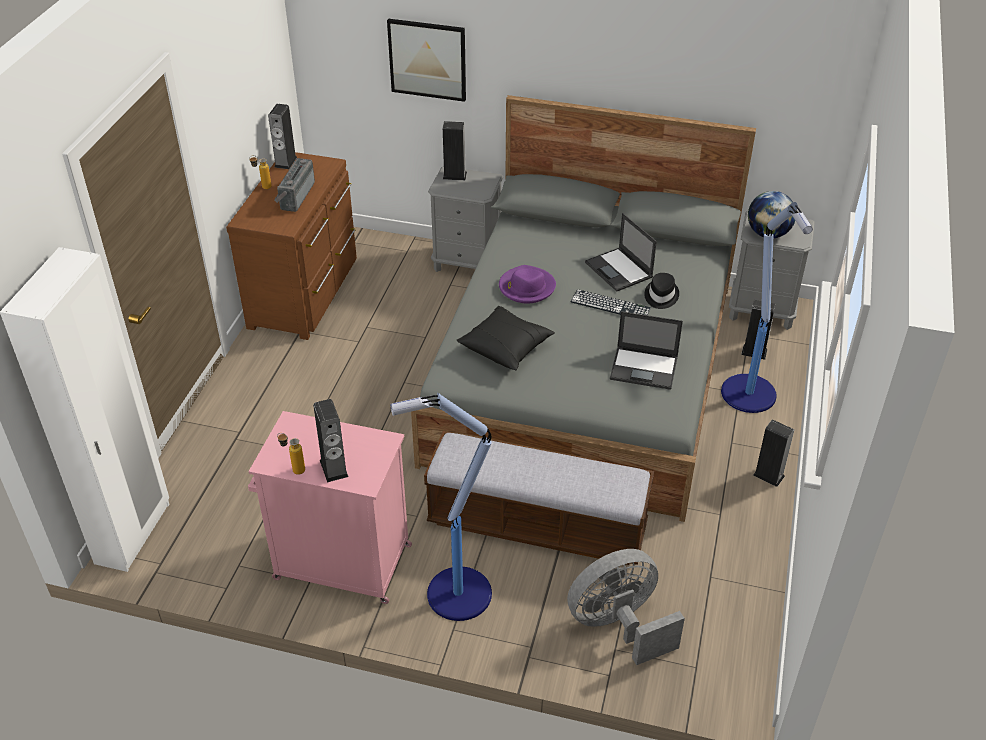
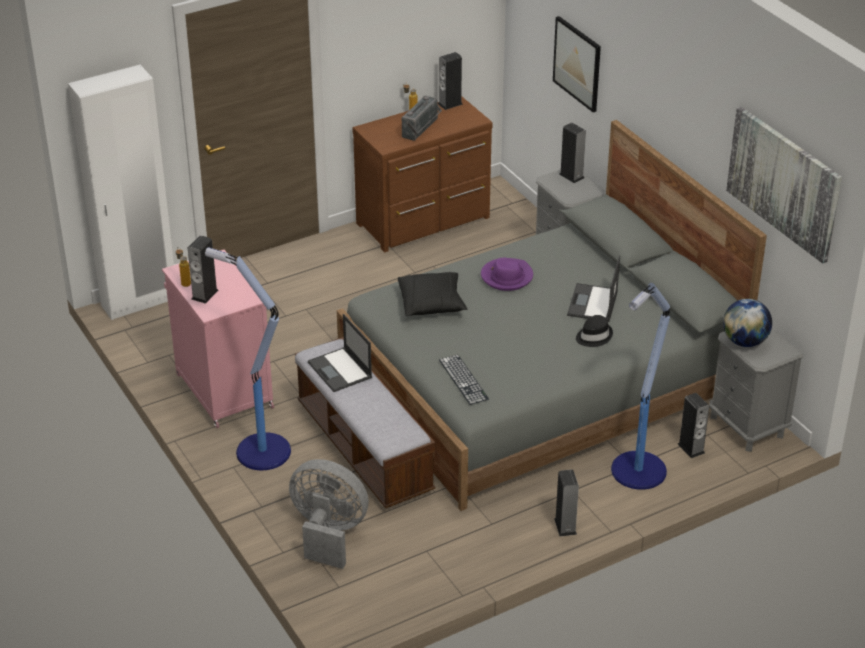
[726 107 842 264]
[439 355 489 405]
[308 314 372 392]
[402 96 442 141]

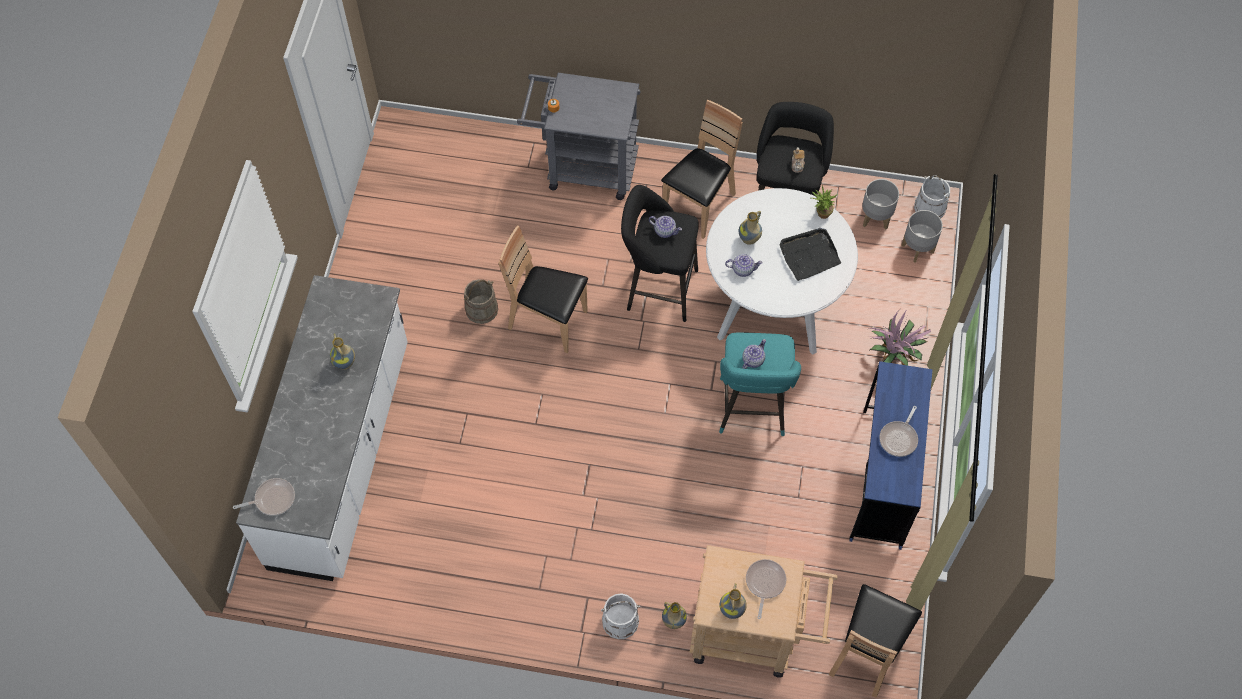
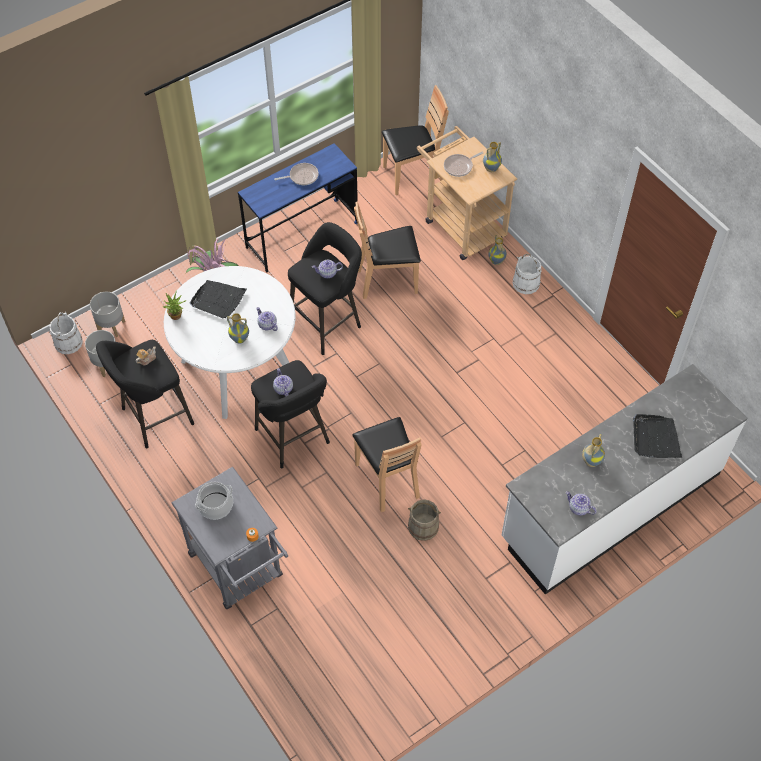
[233 478 295 516] (first image)
[195 482 233 520]
[566 491 596 515]
[633 414 682 458]
[354 202 421 299]
[288 222 362 355]

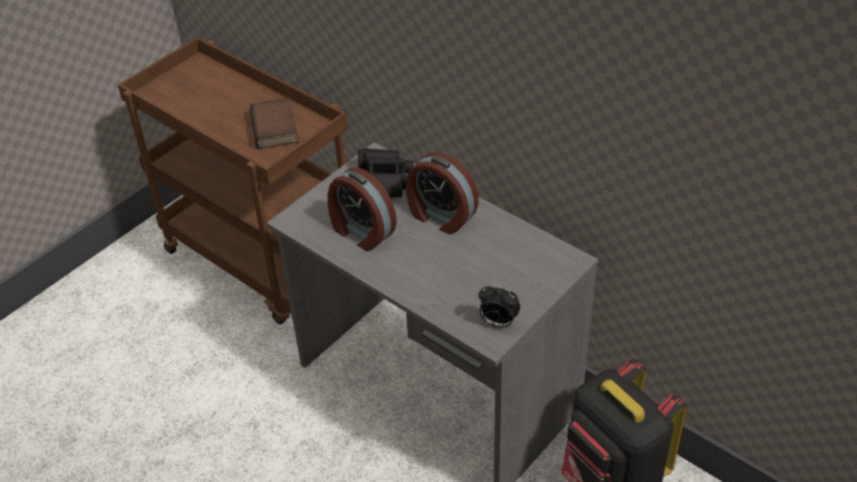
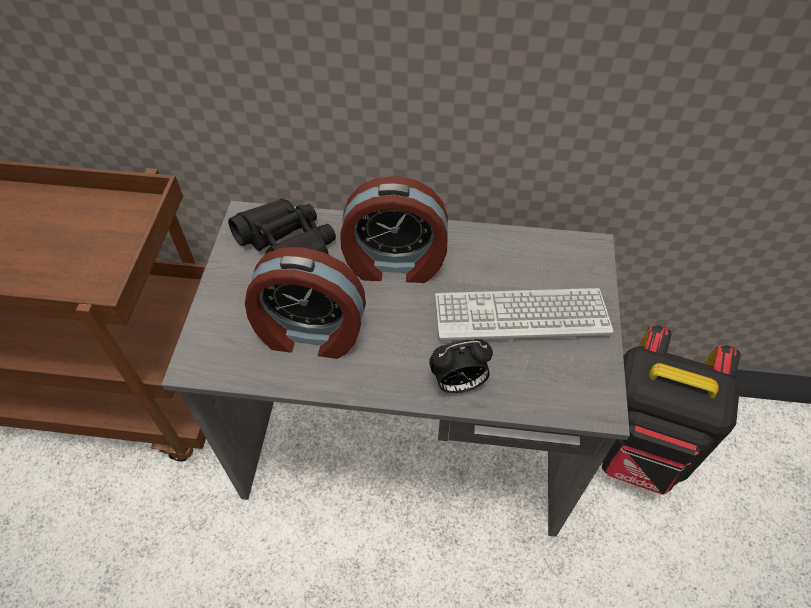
[250 98 299 149] (first image)
[435 288 613 341]
[429 339 493 393]

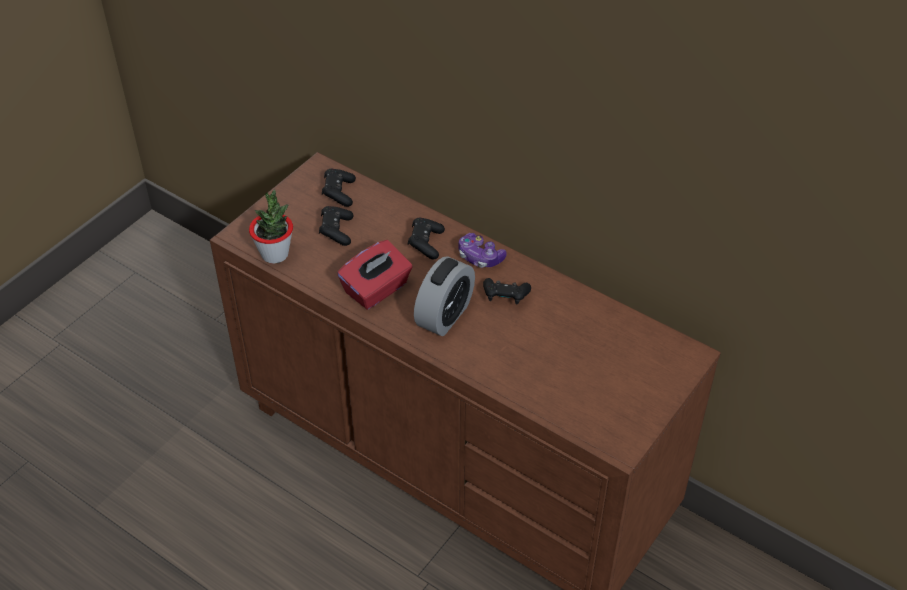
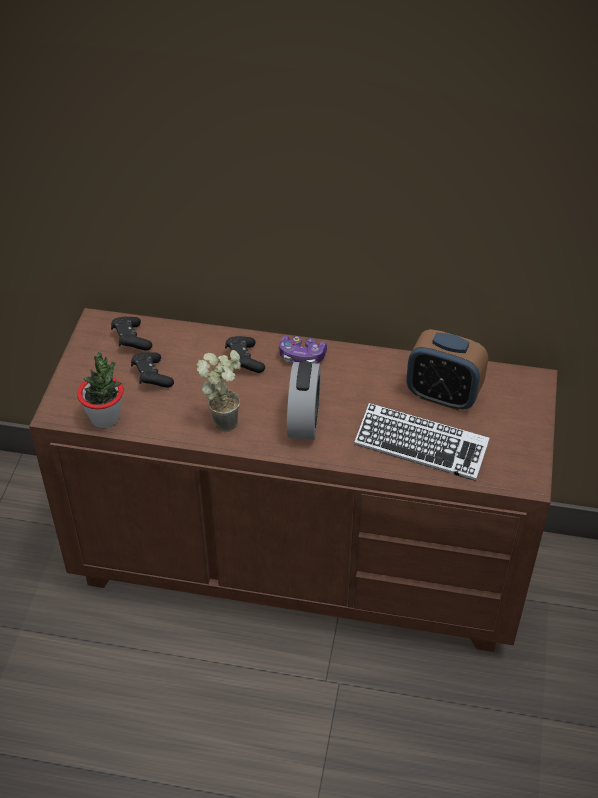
[483 278 531 305] (first image)
[354 403 490 481]
[406 329 488 410]
[197 350 241 432]

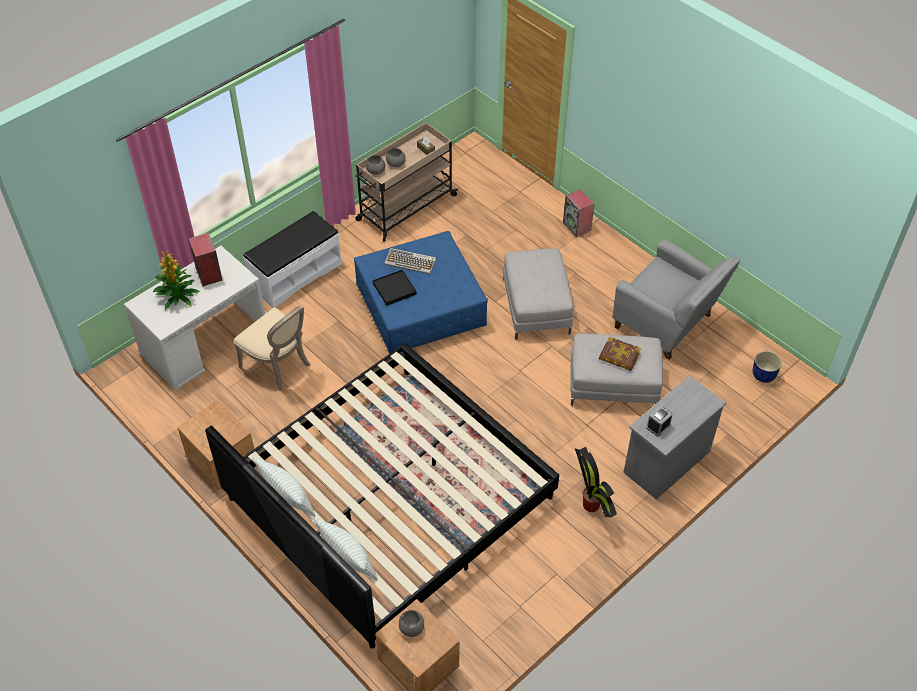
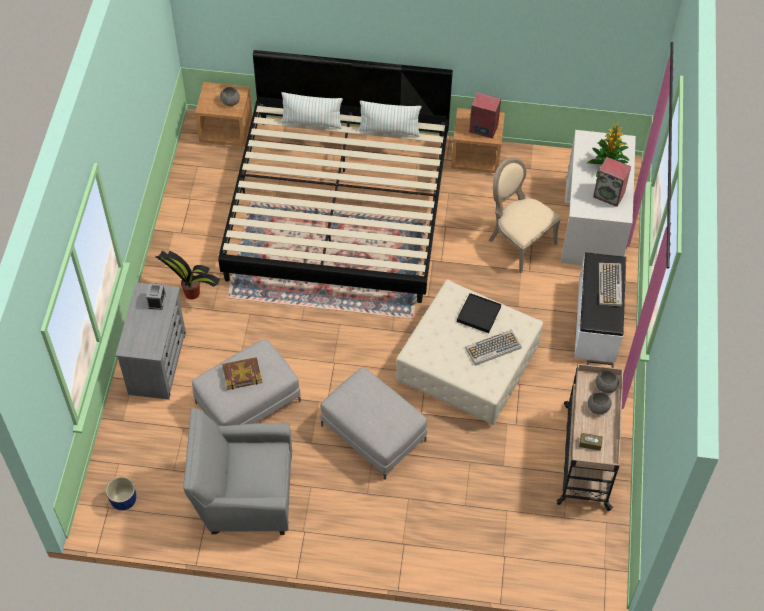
[599 263 622 307]
[469 92 501 139]
[396 279 543 425]
[489 158 561 273]

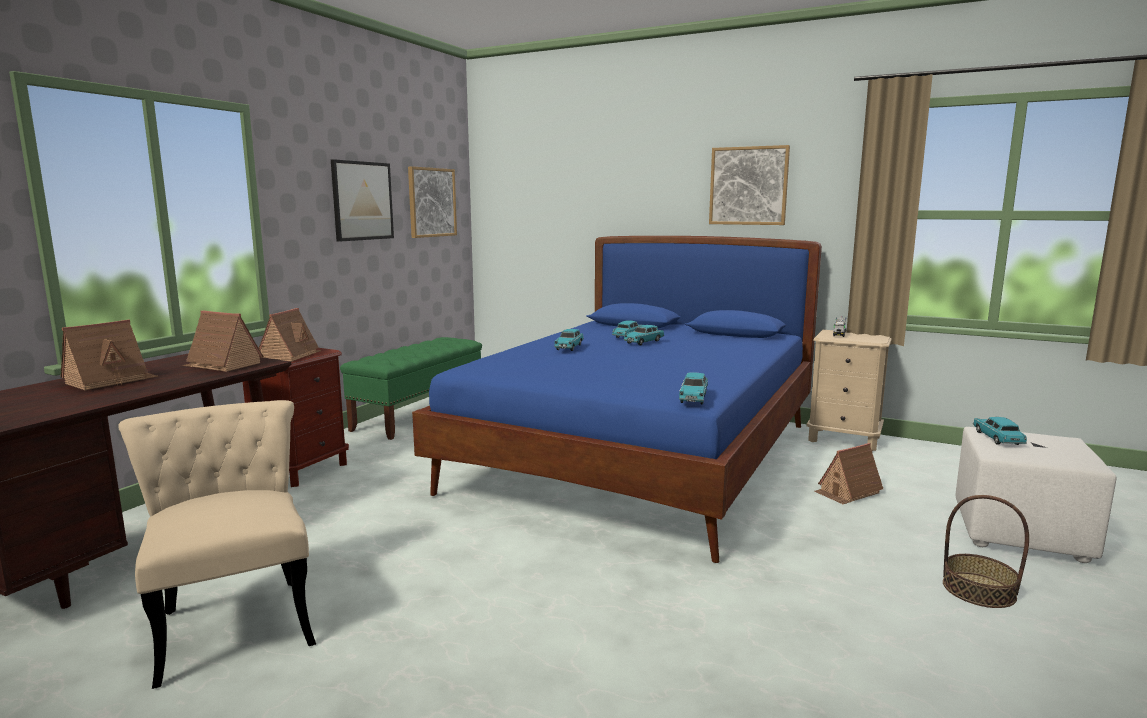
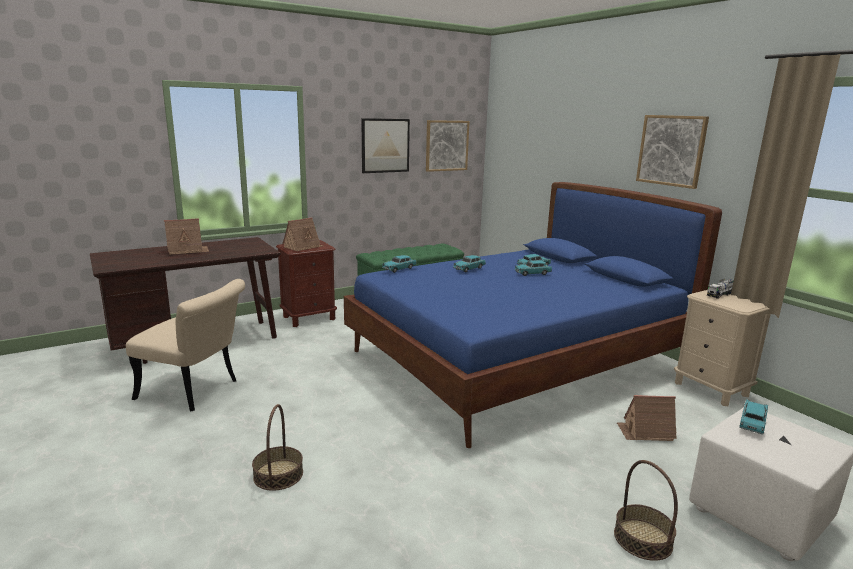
[183 310 264 372] (first image)
[252 404 303 491]
[382 255 417 273]
[126 279 245 411]

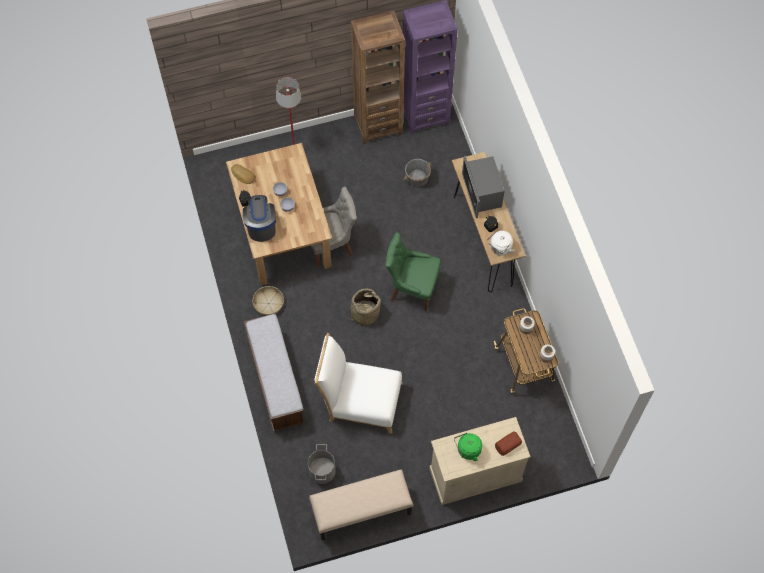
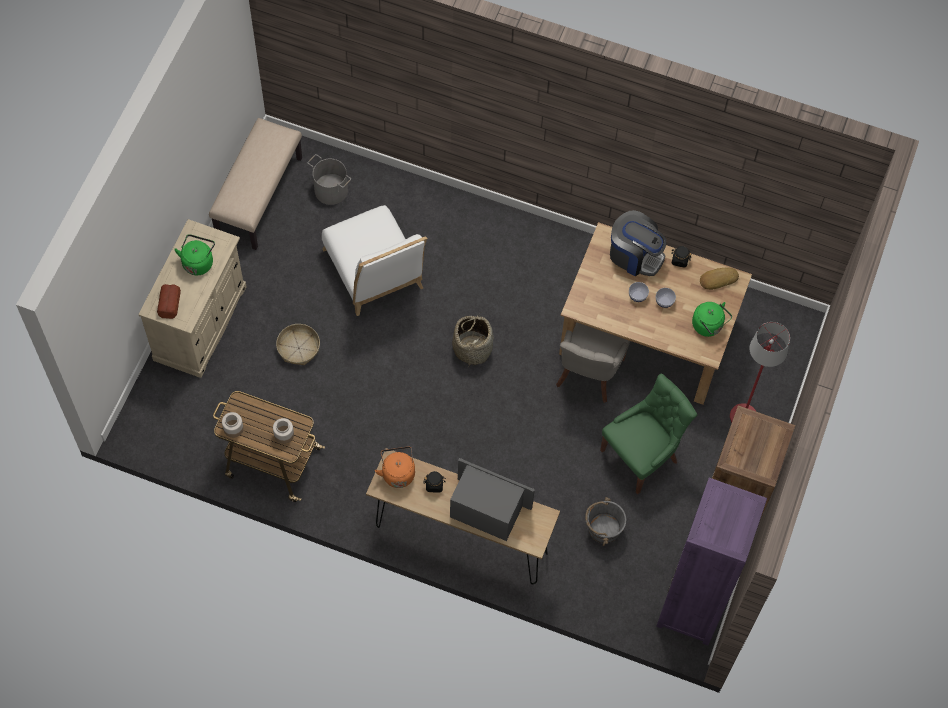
[244 313 305 431] (first image)
[692 302 732 337]
[276 324 320 365]
[600 373 697 494]
[375 447 415 488]
[322 205 427 316]

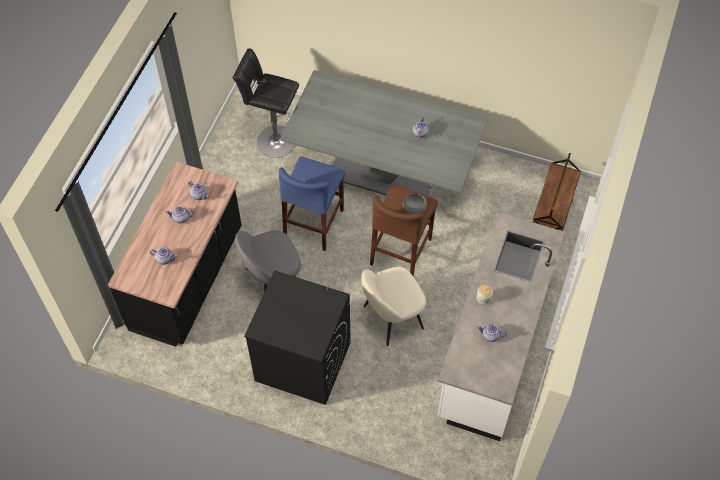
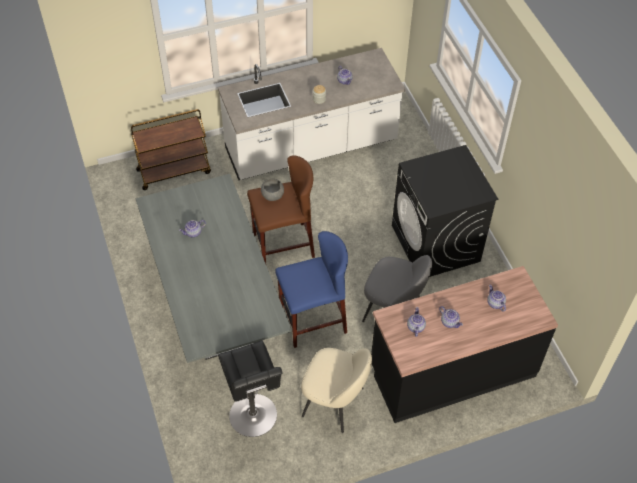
[301 348 372 433]

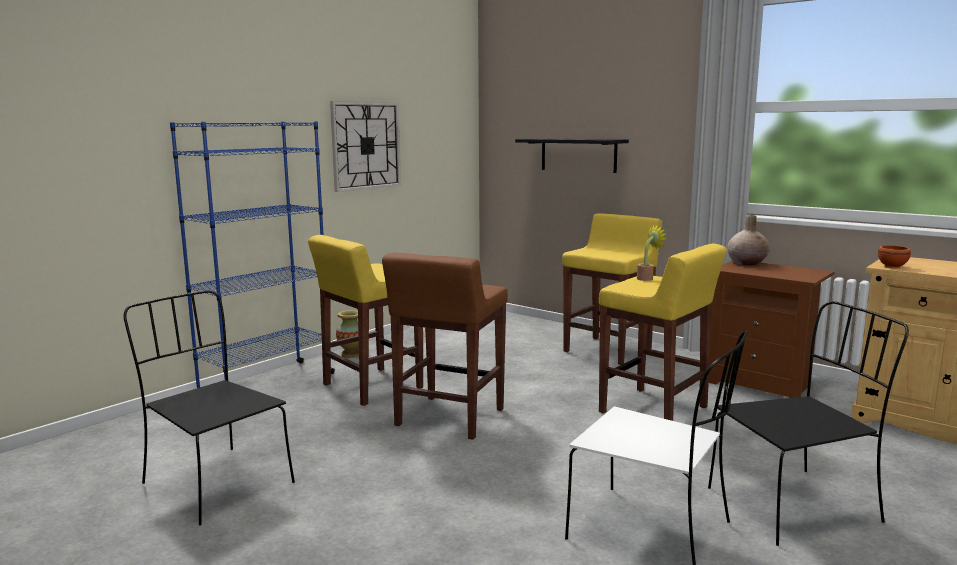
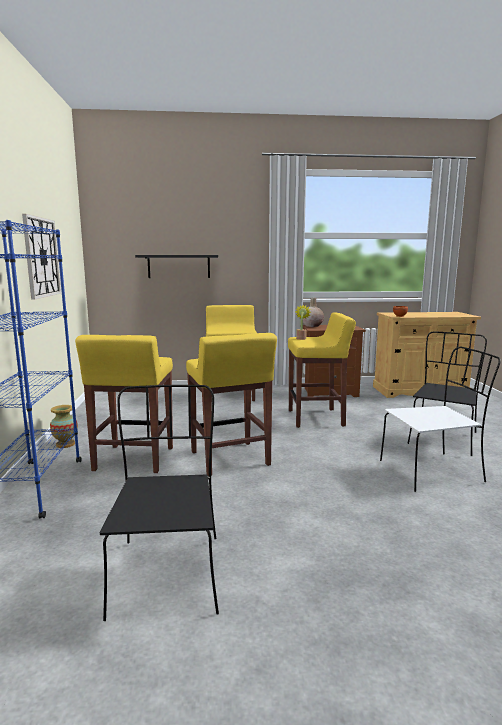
[186 333 277 476]
[100 385 219 621]

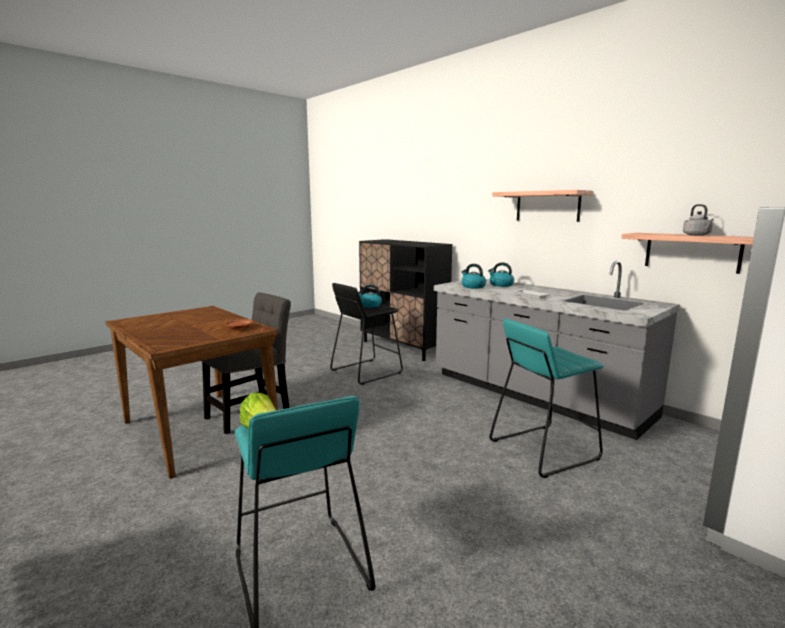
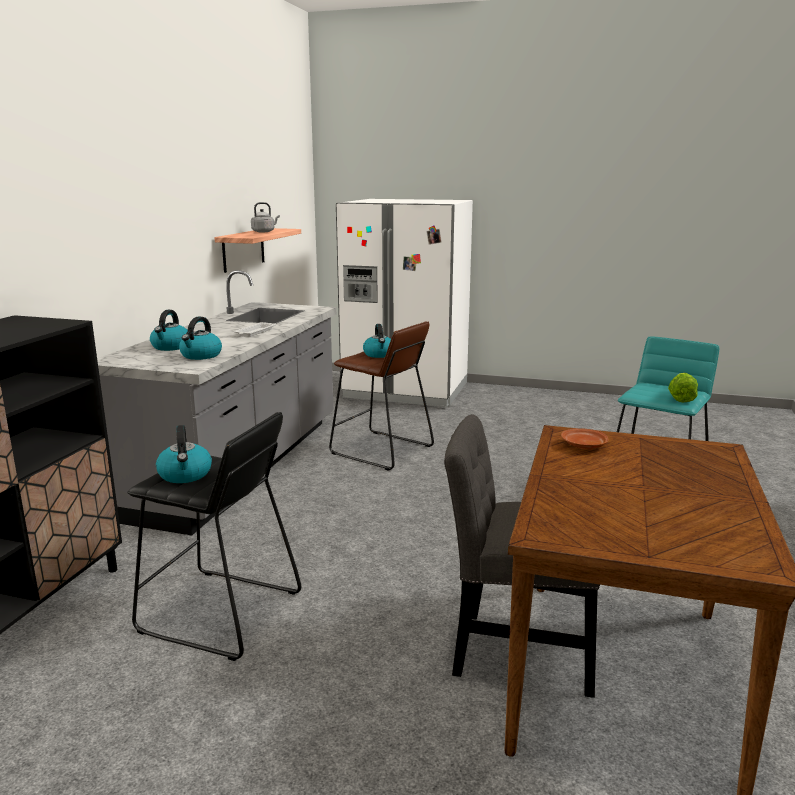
[492 190 593 222] (first image)
[363 324 391 358]
[329 322 434 471]

